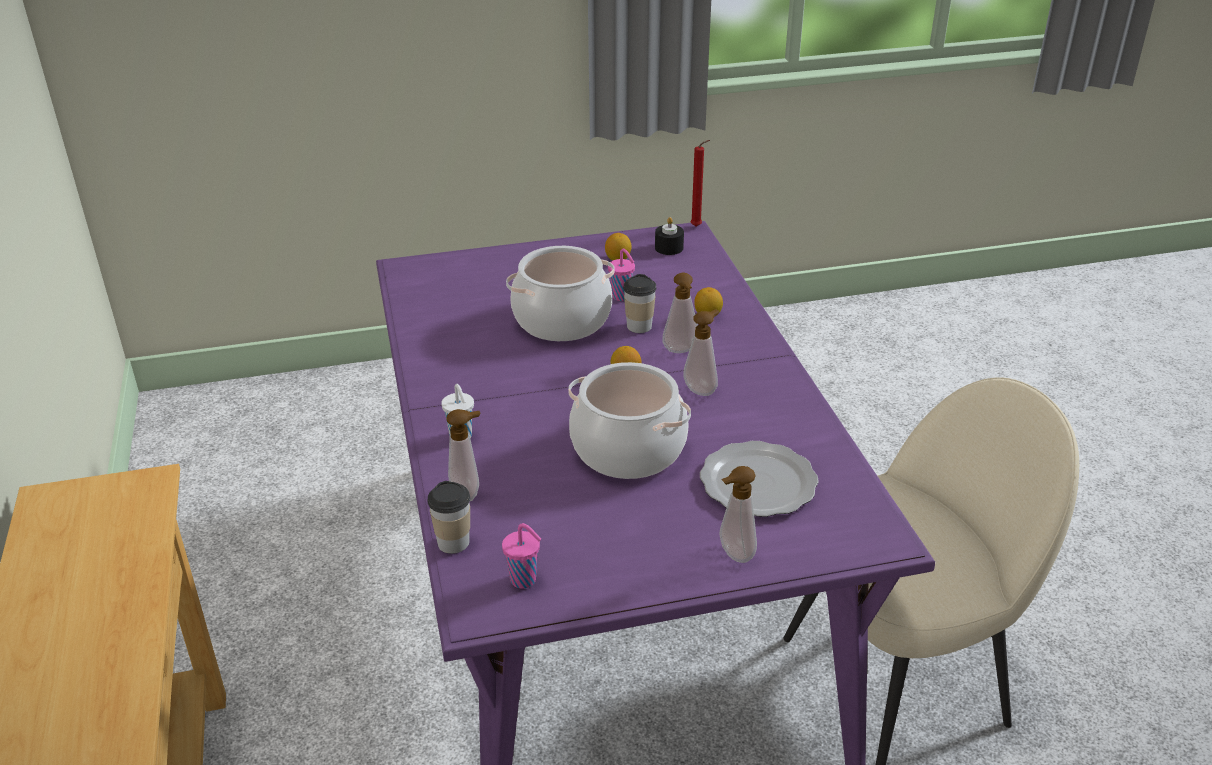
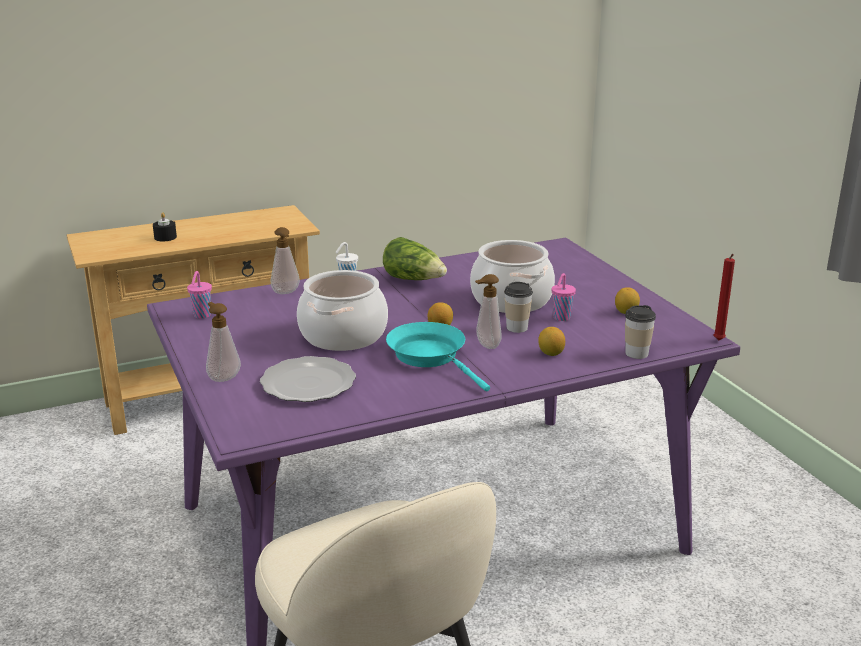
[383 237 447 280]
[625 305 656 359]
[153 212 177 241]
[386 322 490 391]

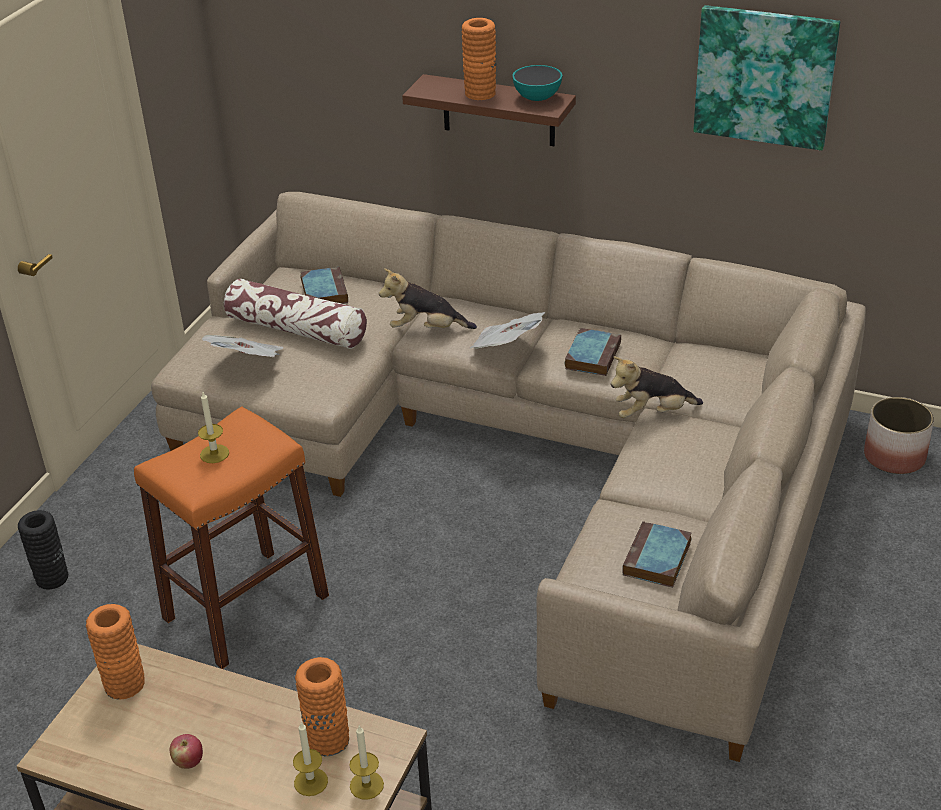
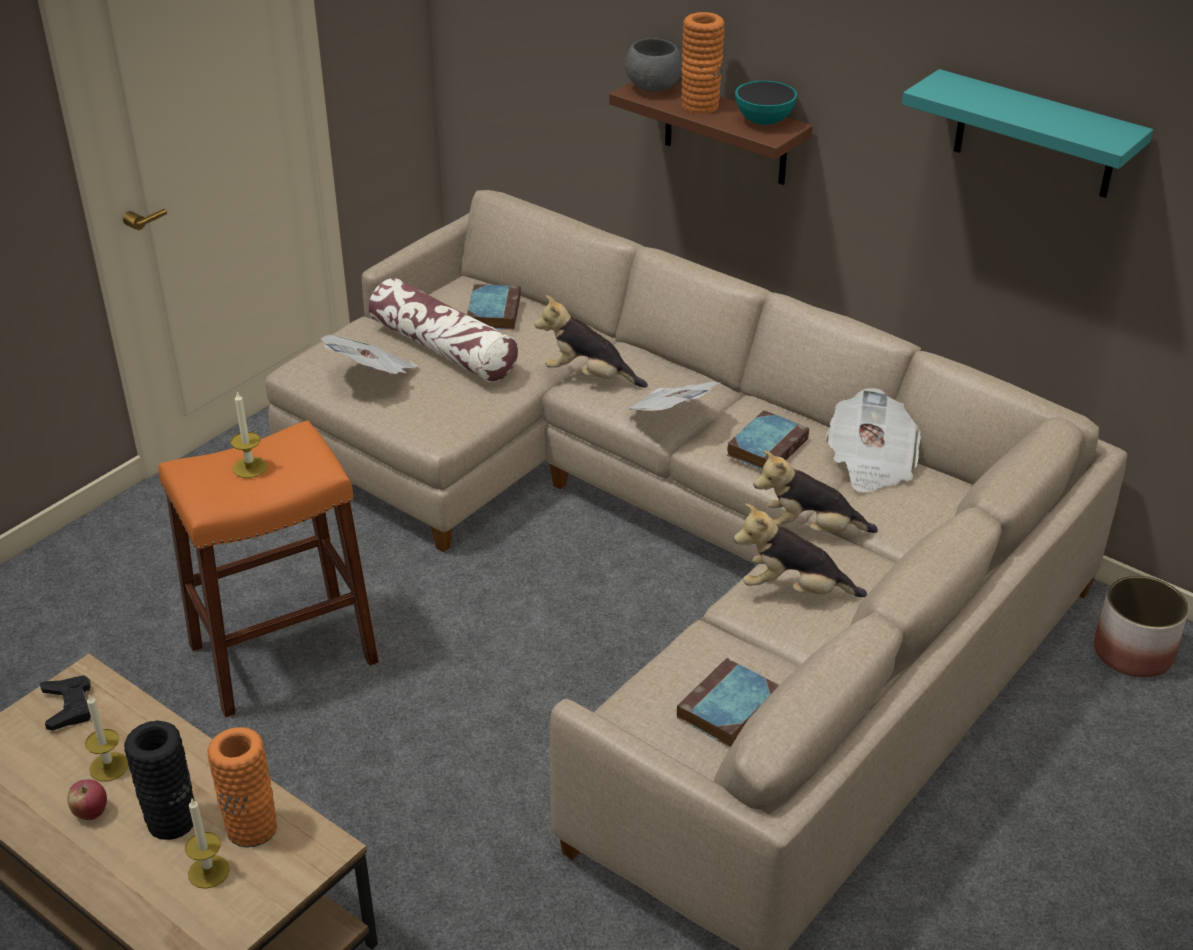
[625 38 682 92]
[734 504 867 597]
[826 388 921 493]
[124 721 195 840]
[85 694 128 781]
[40 675 91 730]
[902 69 1153 198]

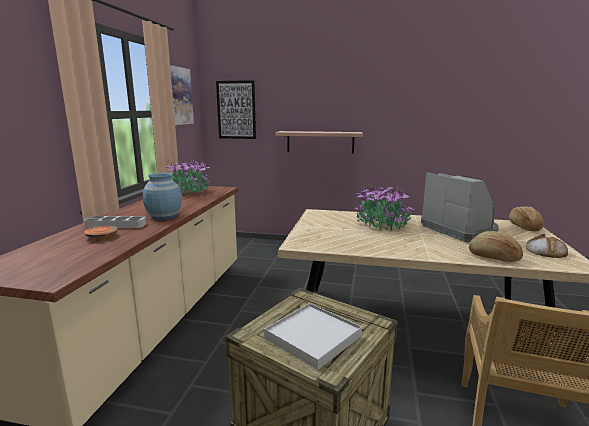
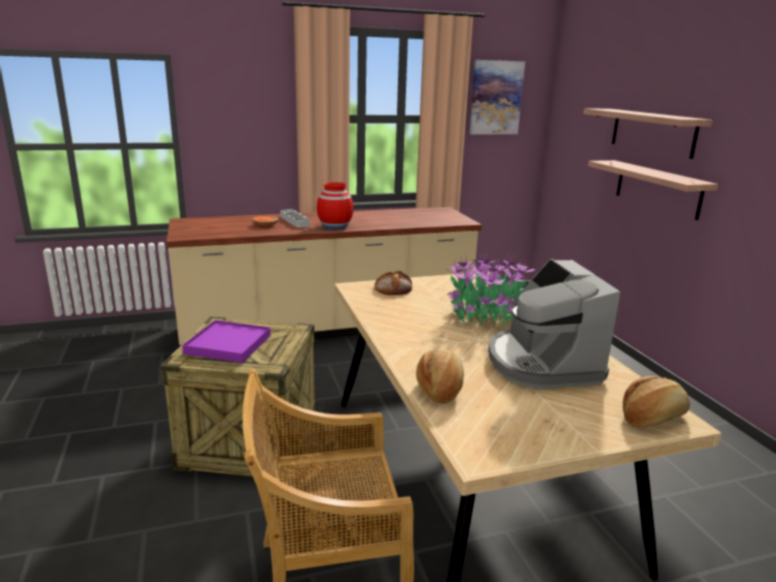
[165 158 210 196] (first image)
[216 80 256 139] (first image)
[583 108 713 159]
[374 271 412 295]
[317 182 354 229]
[182 320 271 363]
[488 259 620 388]

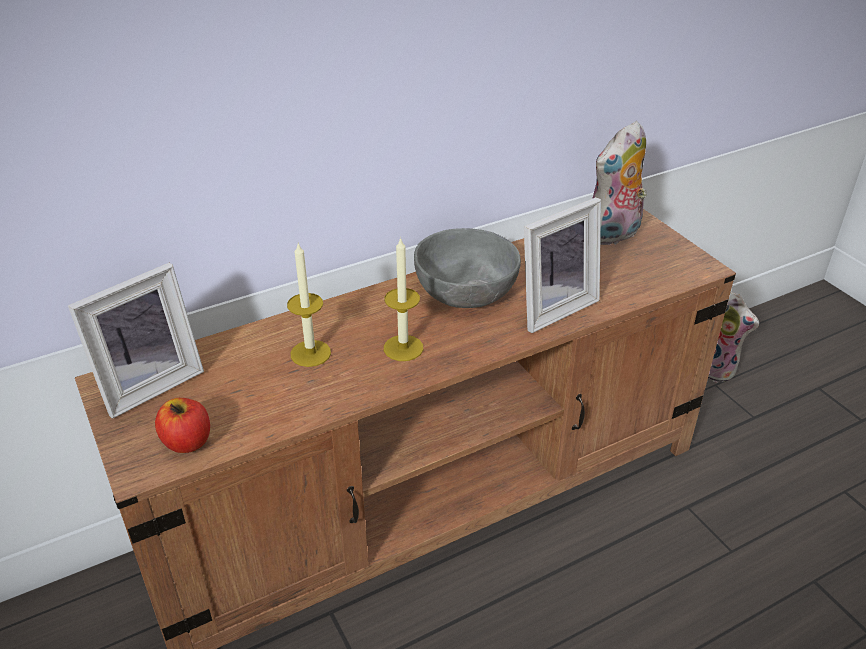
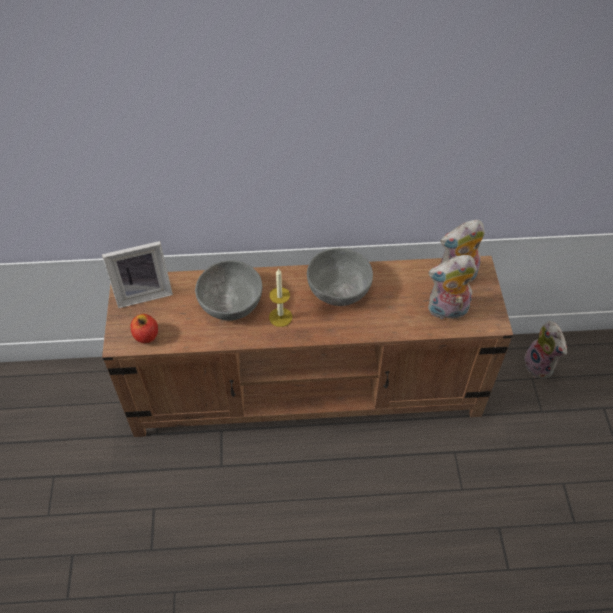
[524 197 601 333] (first image)
[428 255 477 319]
[195 260 262 321]

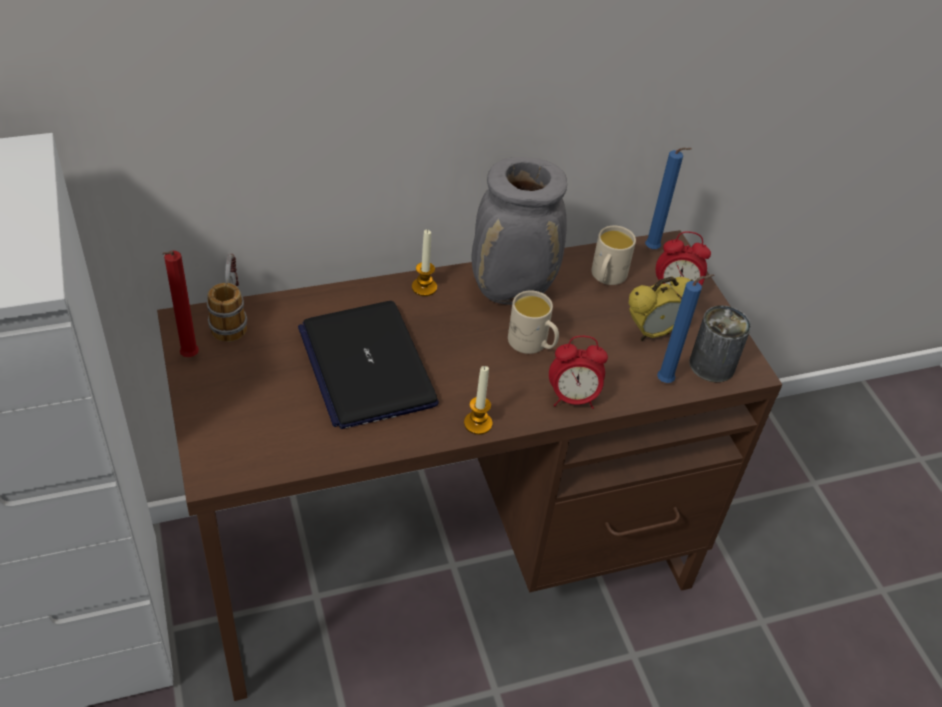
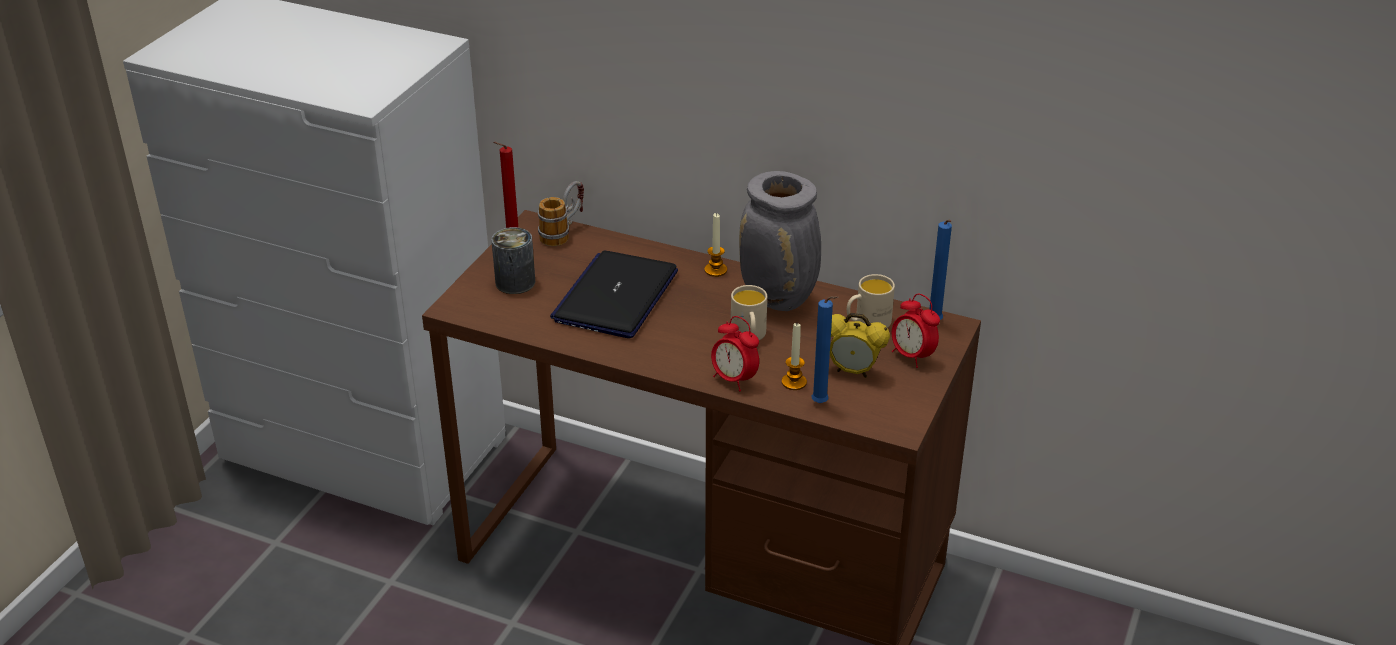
[782 323 807 390]
[491 227 535 294]

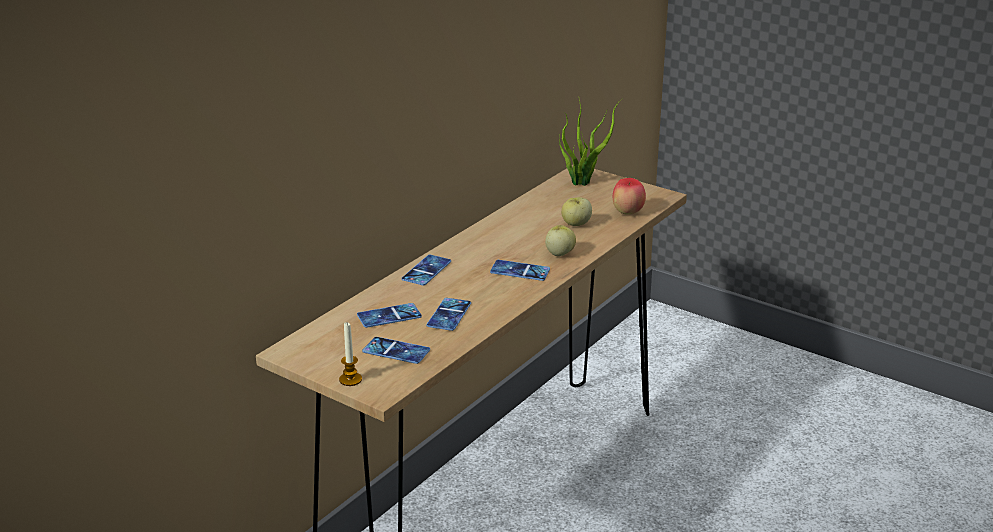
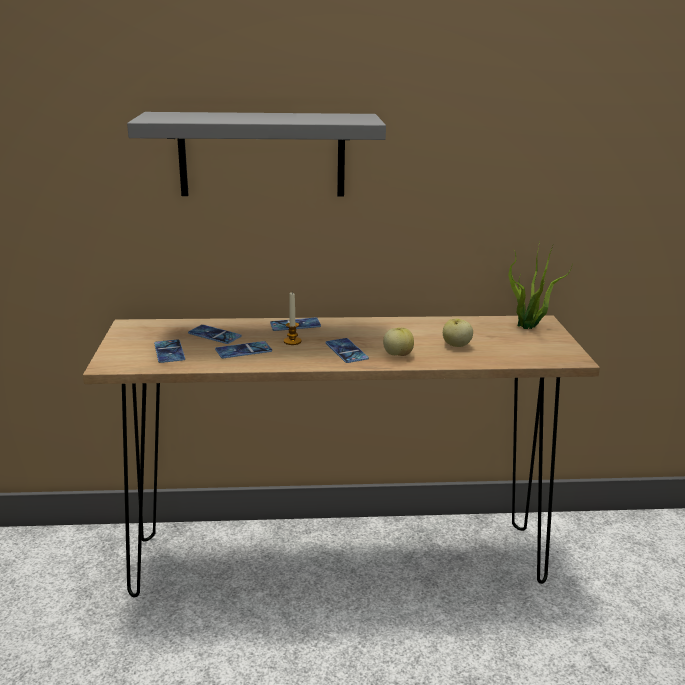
[613 178 646 215] (first image)
[127 112 386 197]
[284 292 301 345]

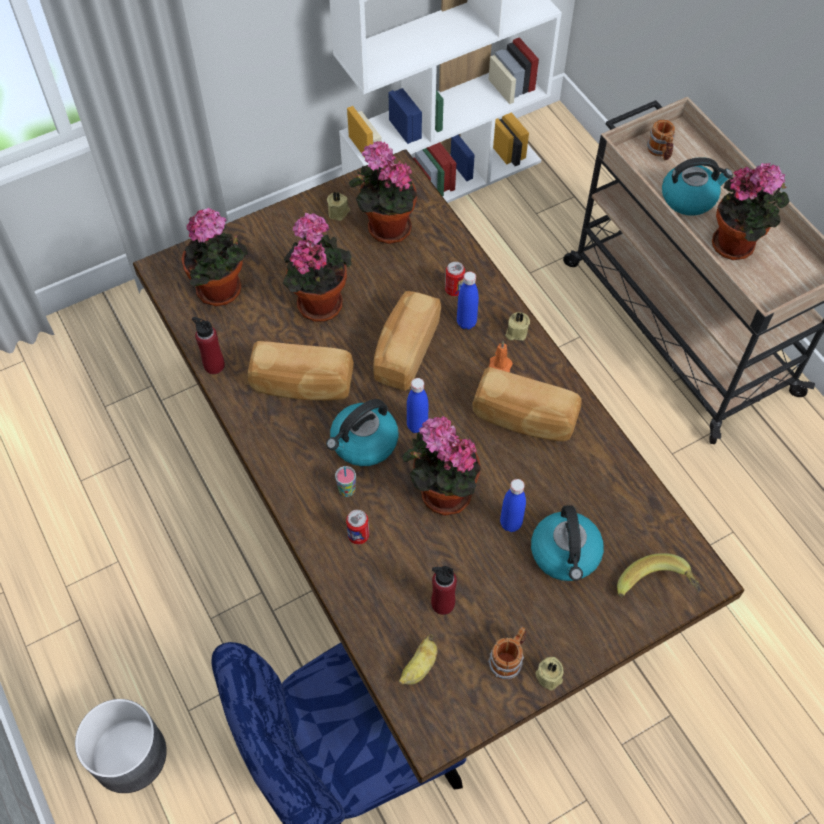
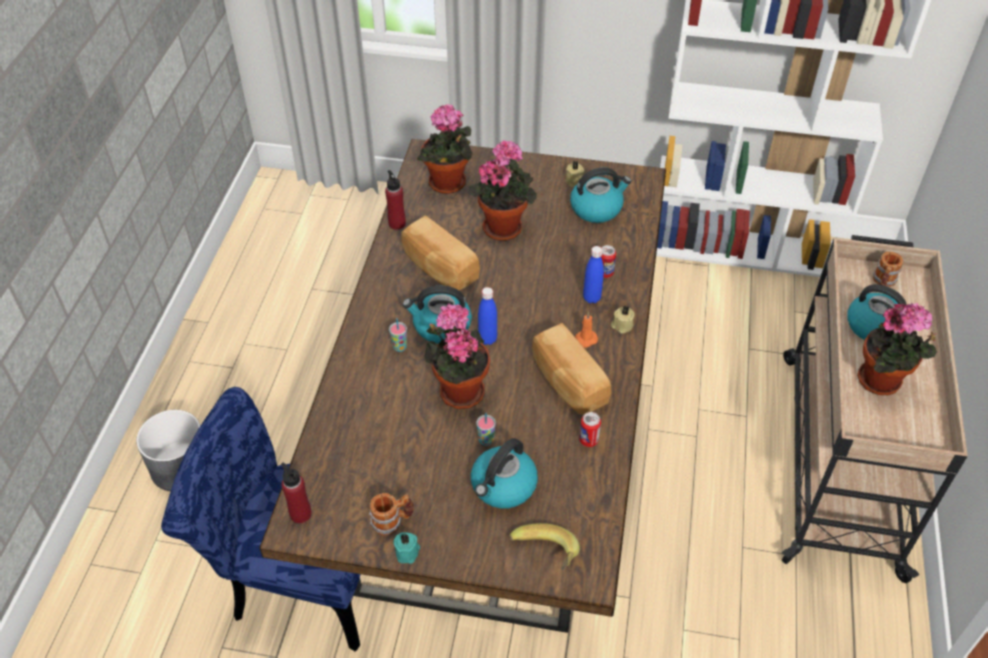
[373 291 441 391] (first image)
[399 634 438 685] (first image)
[579 412 601 447]
[281 463 312 524]
[570 168 631 223]
[477 413 496 446]
[394 532 420 564]

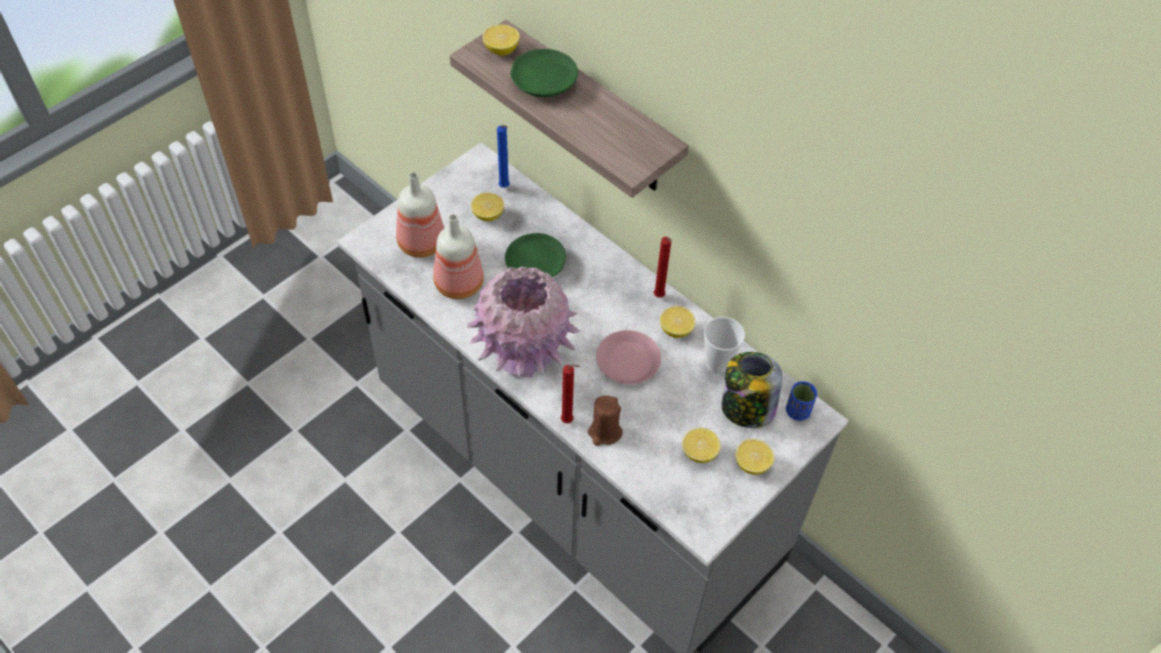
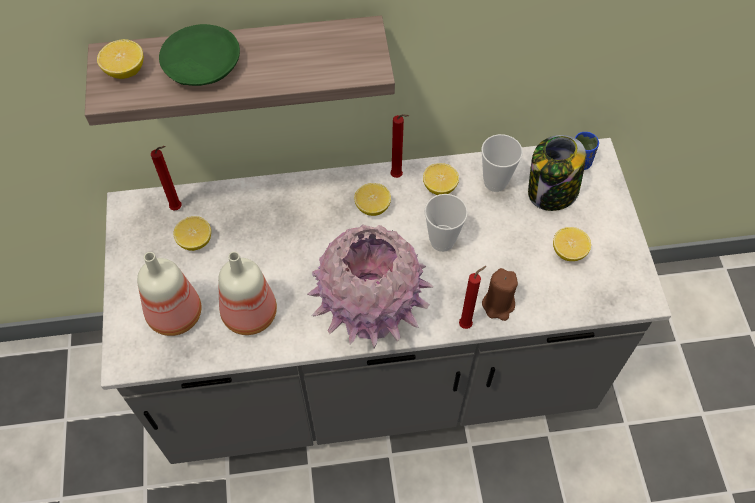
[505 233 566 278] (first image)
[354 183 391 216]
[424 194 468 252]
[151 146 182 211]

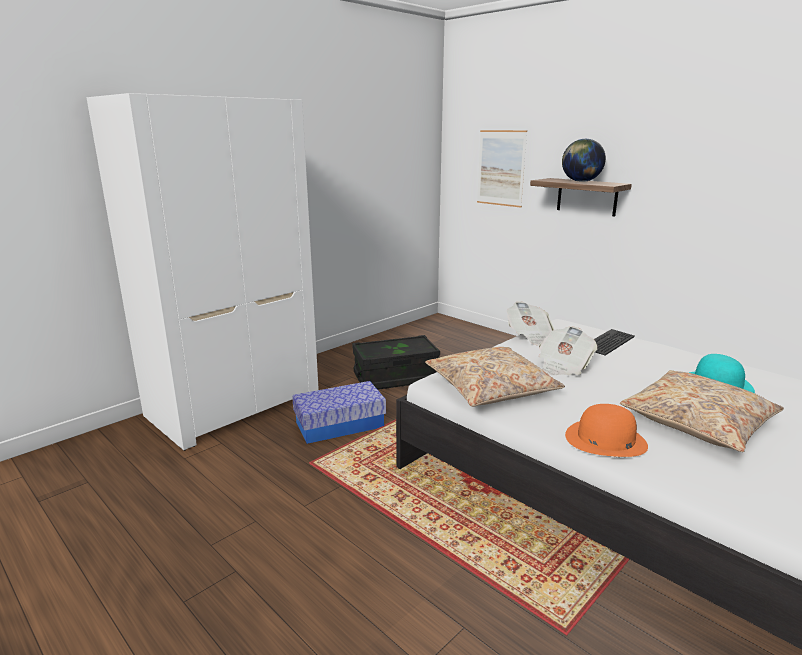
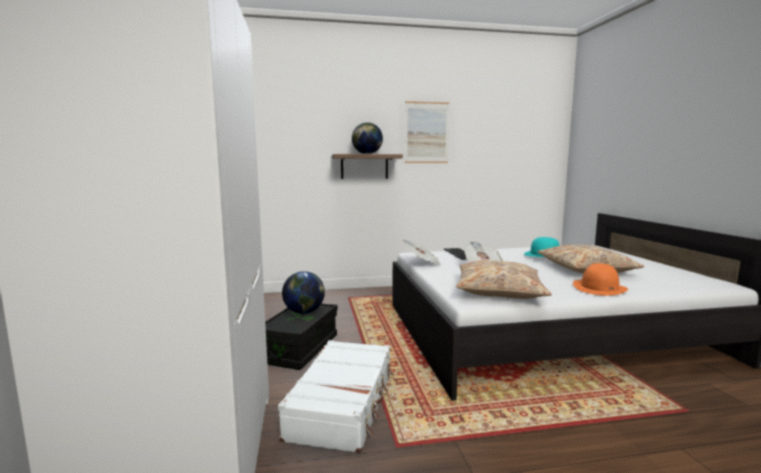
[282 271 325 314]
[405 101 449 163]
[278 340 394 454]

